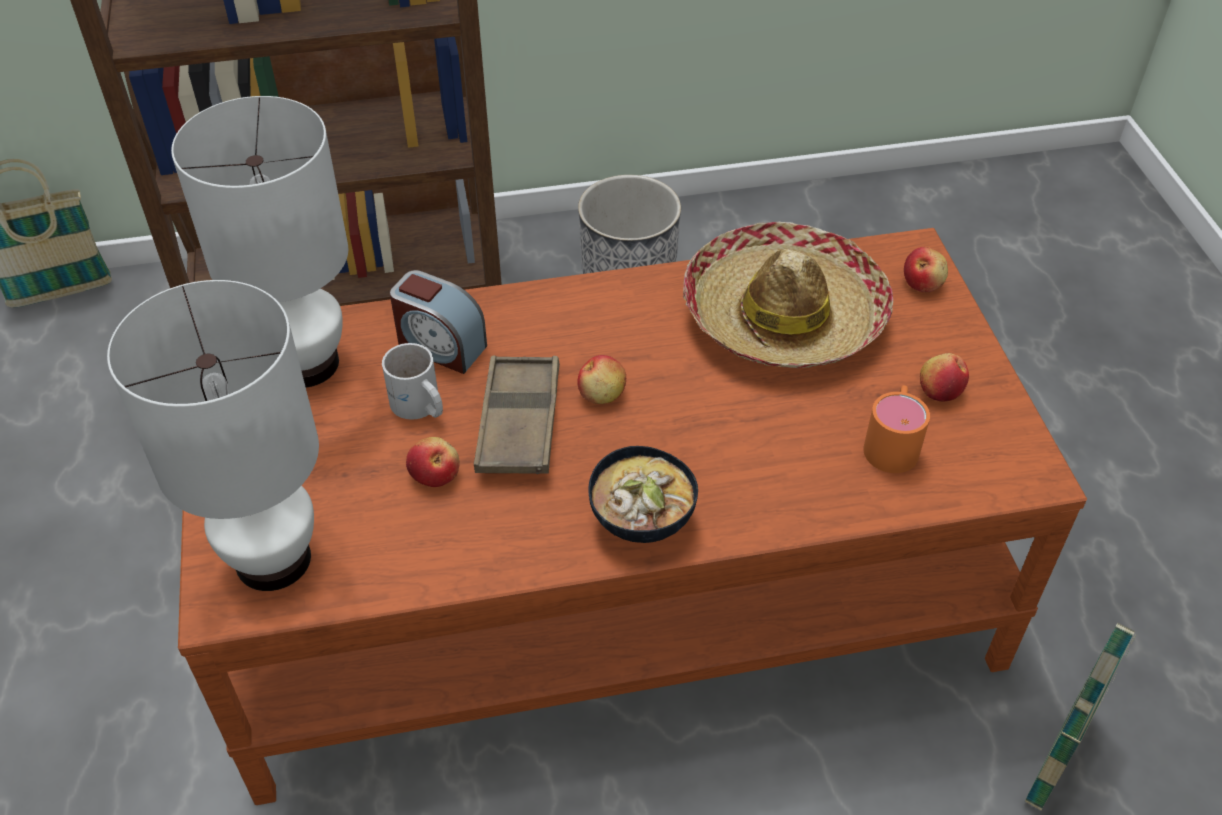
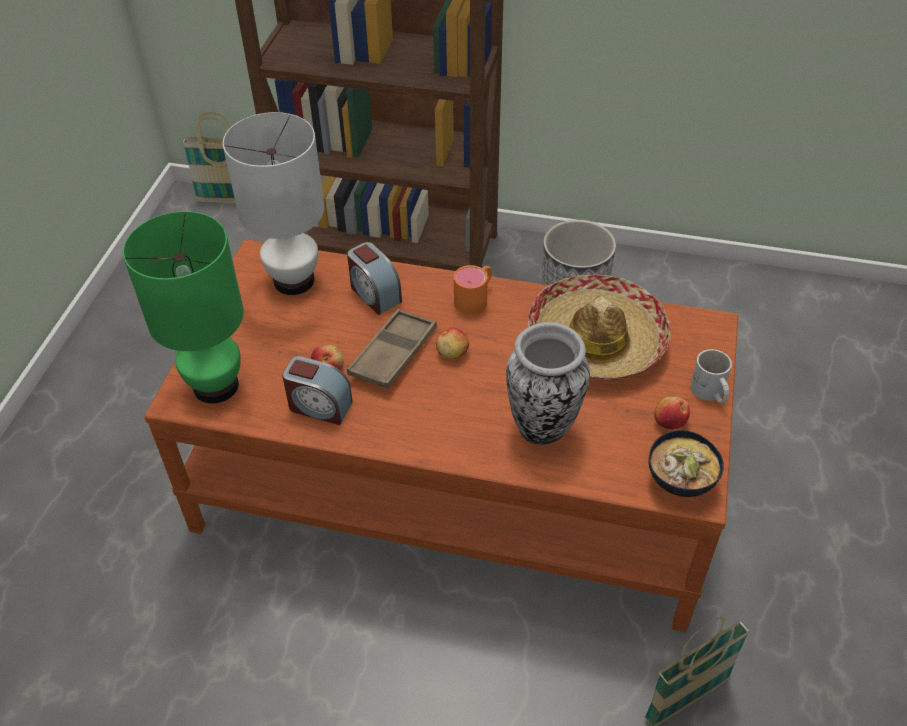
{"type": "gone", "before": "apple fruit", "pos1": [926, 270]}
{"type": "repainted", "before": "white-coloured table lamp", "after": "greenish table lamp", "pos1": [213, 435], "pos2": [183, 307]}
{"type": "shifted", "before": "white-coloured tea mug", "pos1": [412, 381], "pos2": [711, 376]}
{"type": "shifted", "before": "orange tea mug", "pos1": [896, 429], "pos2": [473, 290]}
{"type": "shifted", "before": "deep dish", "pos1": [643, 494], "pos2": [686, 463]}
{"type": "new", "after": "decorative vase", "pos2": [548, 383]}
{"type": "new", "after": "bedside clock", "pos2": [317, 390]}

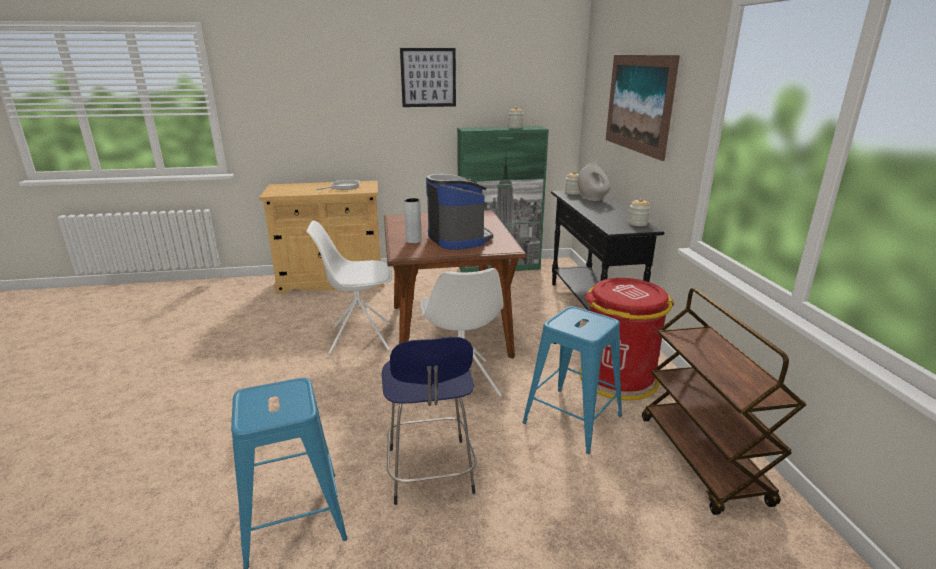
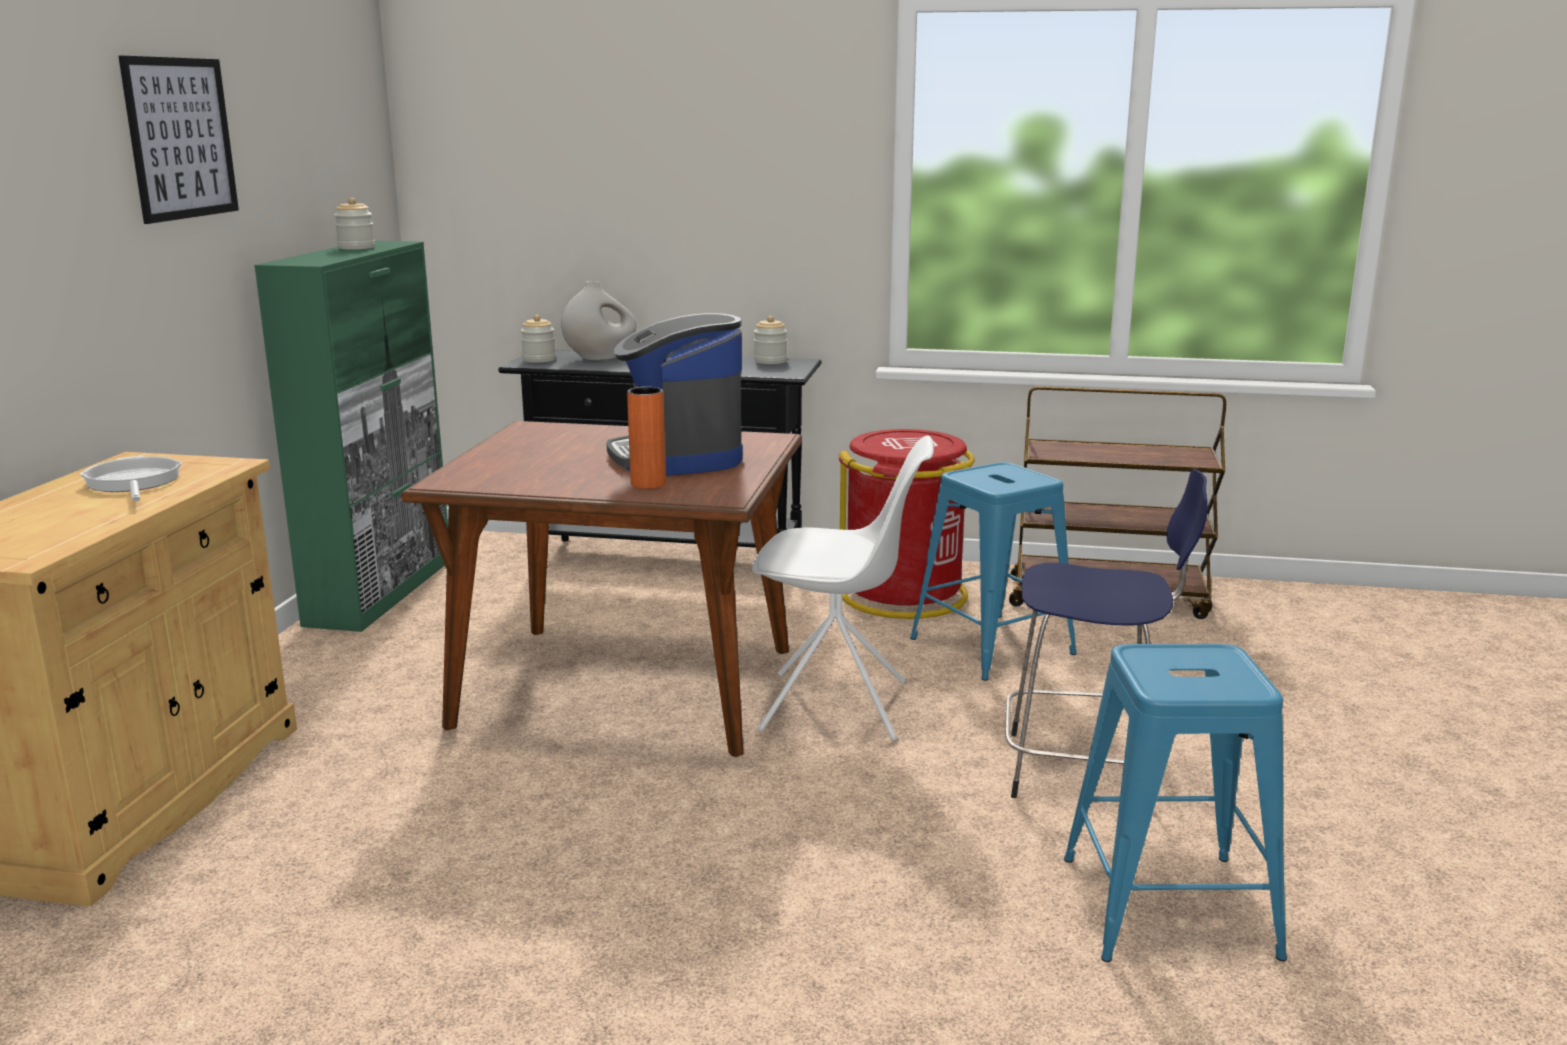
{"type": "gone", "before": "picture", "pos1": [643, 108]}
{"type": "rotated", "before": "coffee brewer", "pos1": [459, 212], "pos2": [675, 394], "turn": -105}
{"type": "repainted", "before": "gray decorative vase", "after": "orange decorative vase", "pos1": [413, 220], "pos2": [646, 438]}
{"type": "gone", "before": "white-coloured chair", "pos1": [349, 288]}

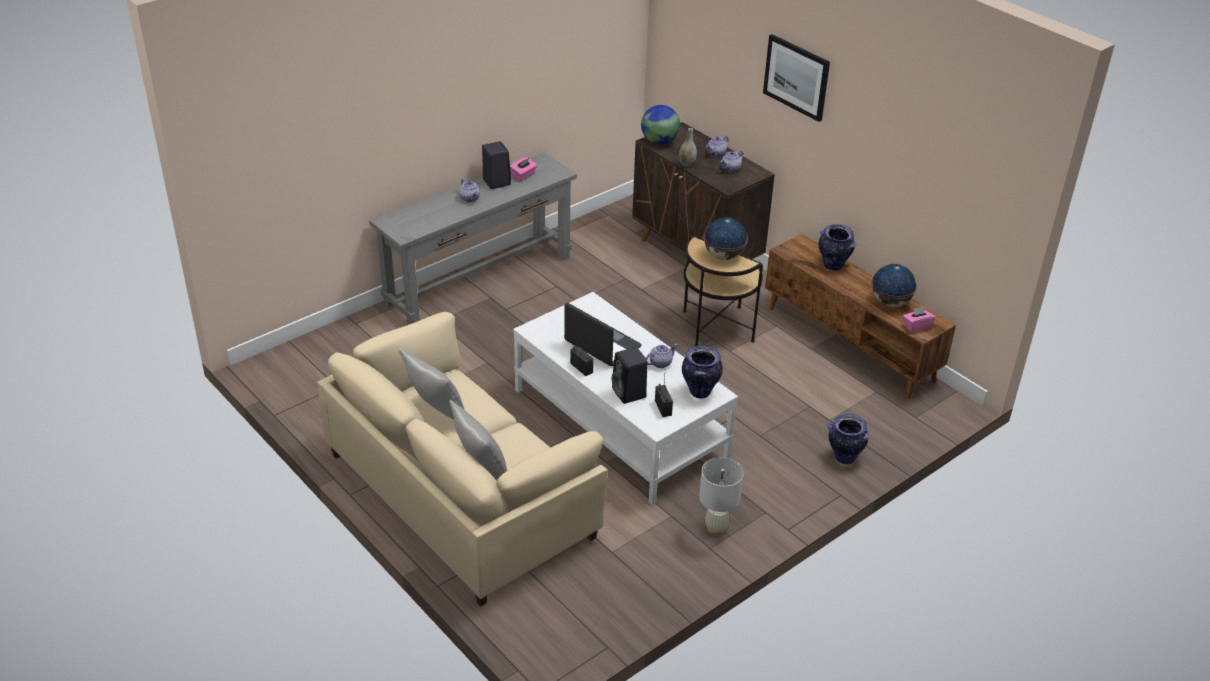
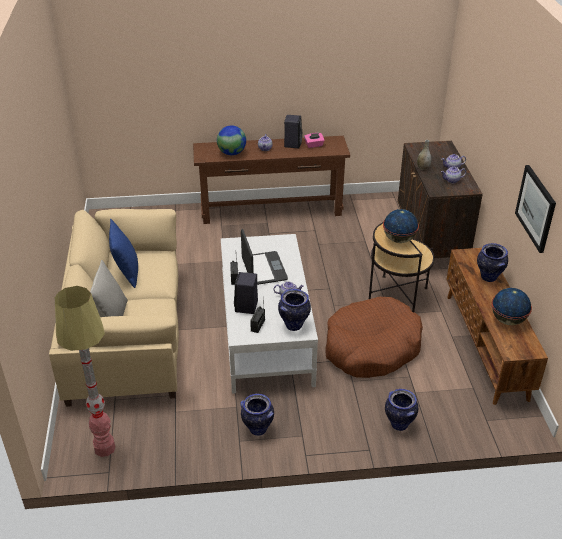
{"type": "shifted", "before": "picture", "pos1": [796, 78], "pos2": [535, 209]}
{"type": "shifted", "before": "desk globe", "pos1": [660, 124], "pos2": [231, 140]}
{"type": "repainted", "before": "gray console table", "after": "brown console table", "pos1": [473, 239], "pos2": [271, 180]}
{"type": "gone", "before": "pink tissue holder", "pos1": [919, 319]}
{"type": "repainted", "before": "gray pillow", "after": "blue pillow", "pos1": [431, 384], "pos2": [123, 253]}
{"type": "swapped", "before": "white-coloured table lamp", "after": "decorative vase", "pos1": [721, 496], "pos2": [257, 415]}
{"type": "new", "after": "floor lamp", "pos2": [85, 371]}
{"type": "new", "after": "brown dog cushion", "pos2": [374, 337]}

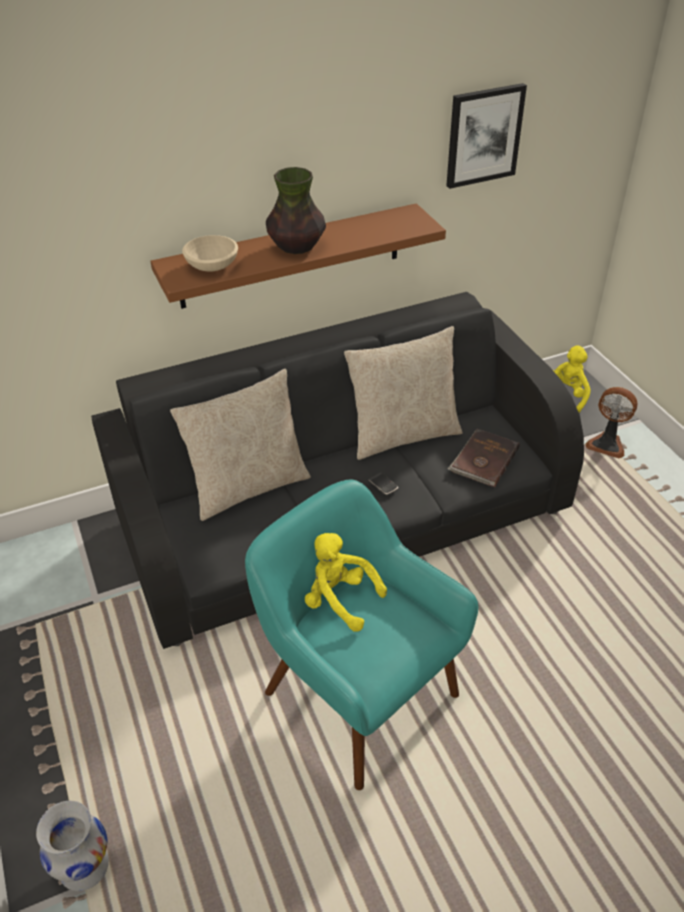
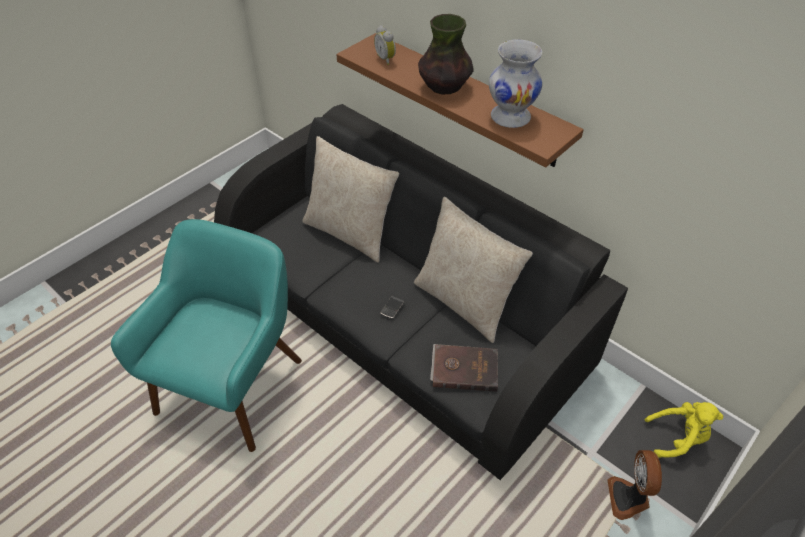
{"type": "gone", "before": "picture", "pos1": [486, 136]}
{"type": "swapped", "before": "beige-coloured deep dish", "after": "bedside clock", "pos1": [210, 253], "pos2": [385, 45]}
{"type": "gone", "before": "yellow-coloured soft toy", "pos1": [346, 582]}
{"type": "shifted", "before": "white-coloured decorative vase", "pos1": [72, 846], "pos2": [516, 83]}

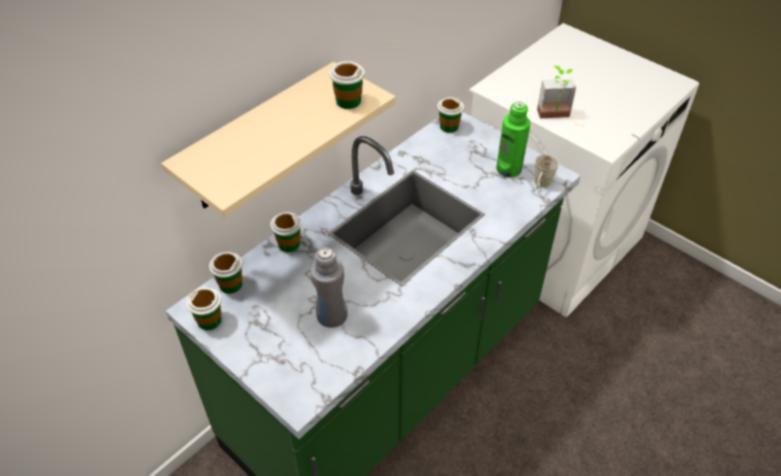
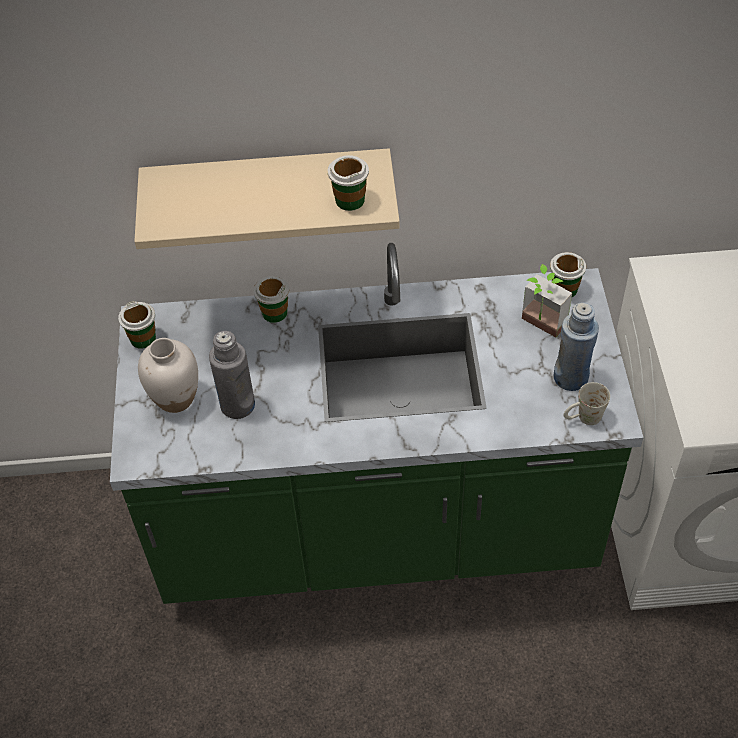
{"type": "shifted", "before": "houseplant", "pos1": [556, 92], "pos2": [547, 300]}
{"type": "repainted", "before": "greenish beverage bottle", "after": "blue beverage bottle", "pos1": [513, 139], "pos2": [576, 346]}
{"type": "gone", "before": "drinking cup", "pos1": [225, 273]}
{"type": "new", "after": "white-coloured decorative vase", "pos2": [168, 375]}

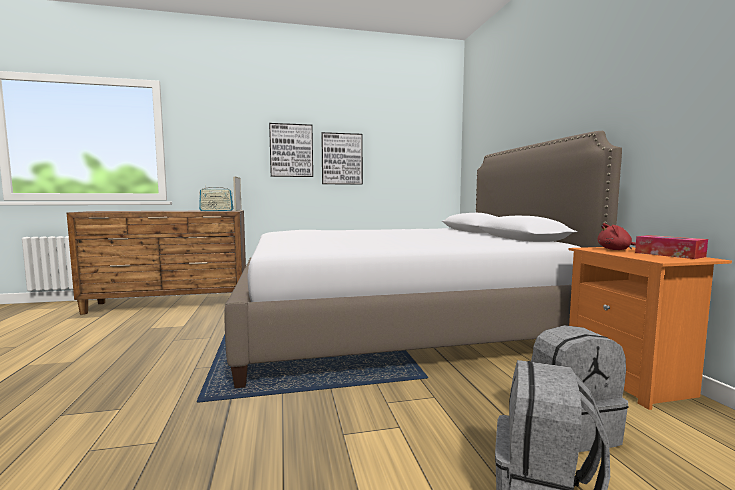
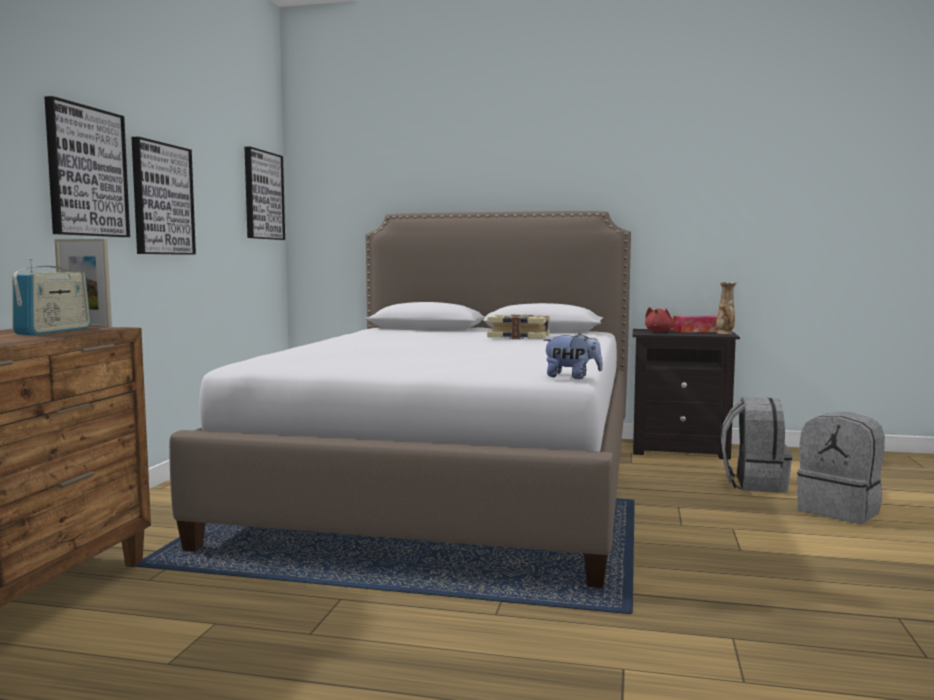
{"type": "repainted", "before": "orange night table", "after": "blackish night table", "pos1": [650, 328], "pos2": [686, 394]}
{"type": "new", "after": "picture", "pos2": [265, 193]}
{"type": "new", "after": "decorative vase", "pos2": [726, 308]}
{"type": "new", "after": "book", "pos2": [518, 326]}
{"type": "new", "after": "soft toy", "pos2": [573, 356]}

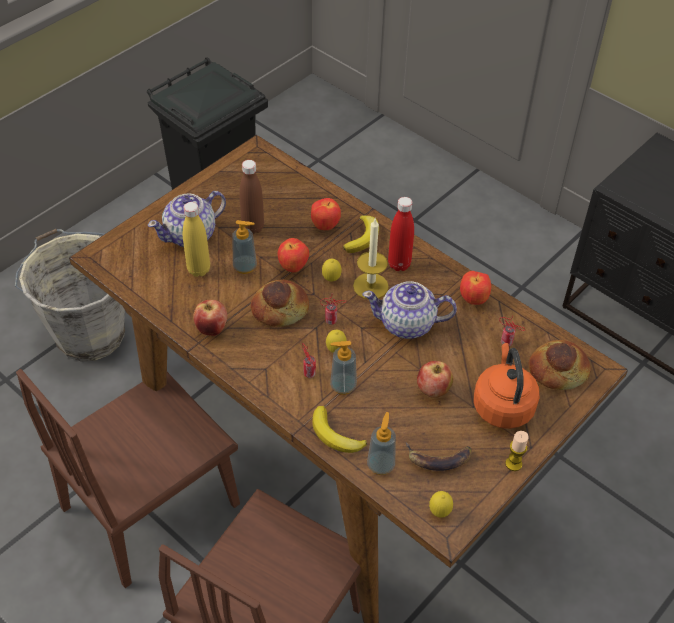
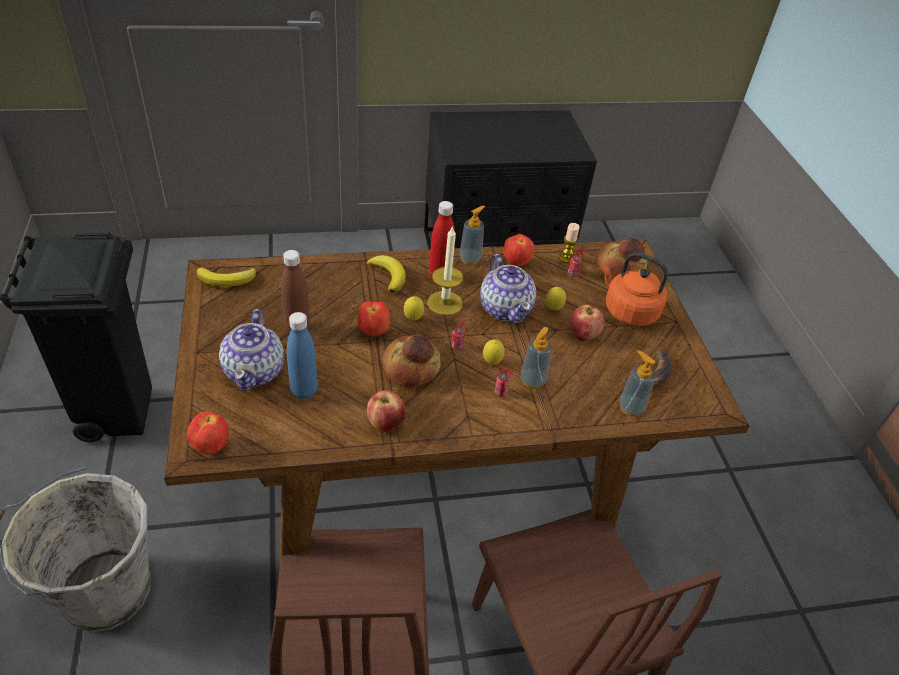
{"type": "shifted", "before": "apple fruit", "pos1": [326, 214], "pos2": [208, 433]}
{"type": "repainted", "before": "yellow-coloured beverage bottle", "after": "blue beverage bottle", "pos1": [196, 239], "pos2": [302, 355]}
{"type": "shifted", "before": "soap dispenser", "pos1": [244, 247], "pos2": [472, 235]}
{"type": "rotated", "before": "pot for tea", "pos1": [409, 310], "pos2": [508, 289], "turn": -60}
{"type": "shifted", "before": "whole banana", "pos1": [339, 429], "pos2": [226, 277]}
{"type": "shifted", "before": "wax light", "pos1": [517, 451], "pos2": [570, 243]}
{"type": "shifted", "before": "whole lemon", "pos1": [441, 504], "pos2": [556, 298]}

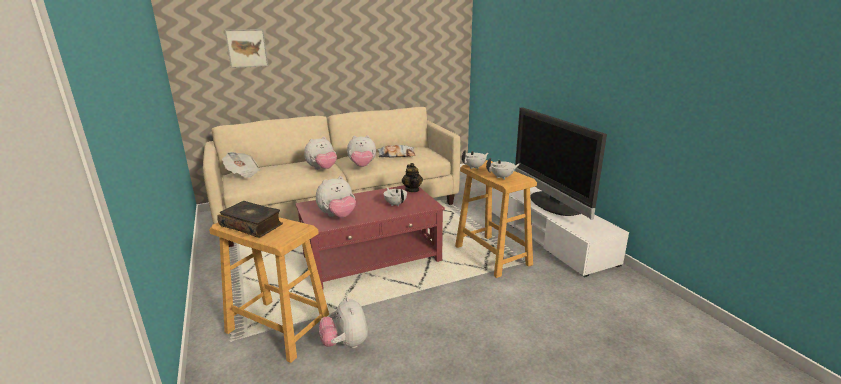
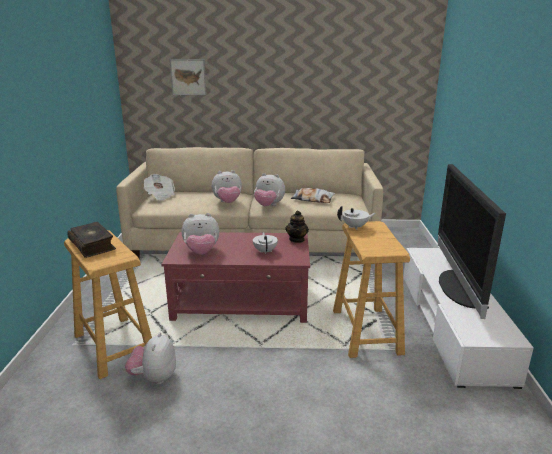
{"type": "gone", "before": "white-coloured pot for tea", "pos1": [503, 169]}

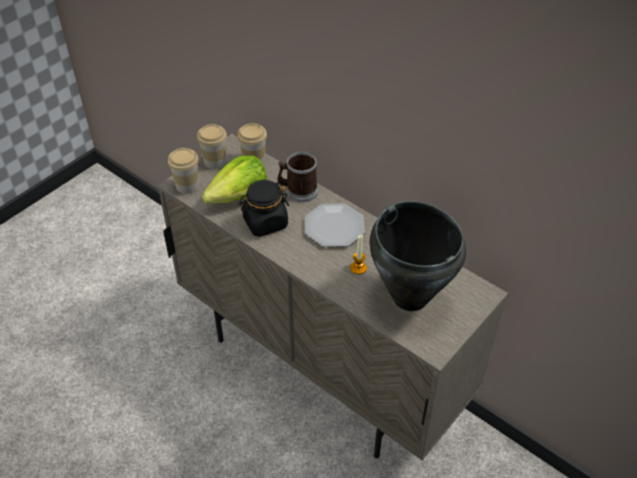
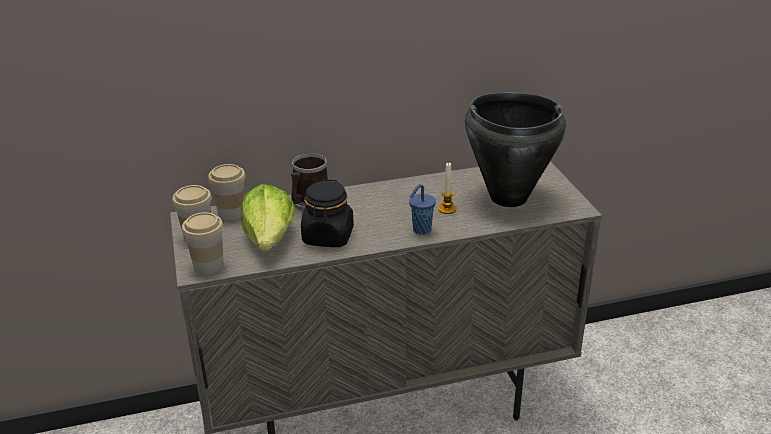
{"type": "gone", "before": "flat dish", "pos1": [335, 225]}
{"type": "new", "after": "blue drinking cup", "pos2": [422, 209]}

